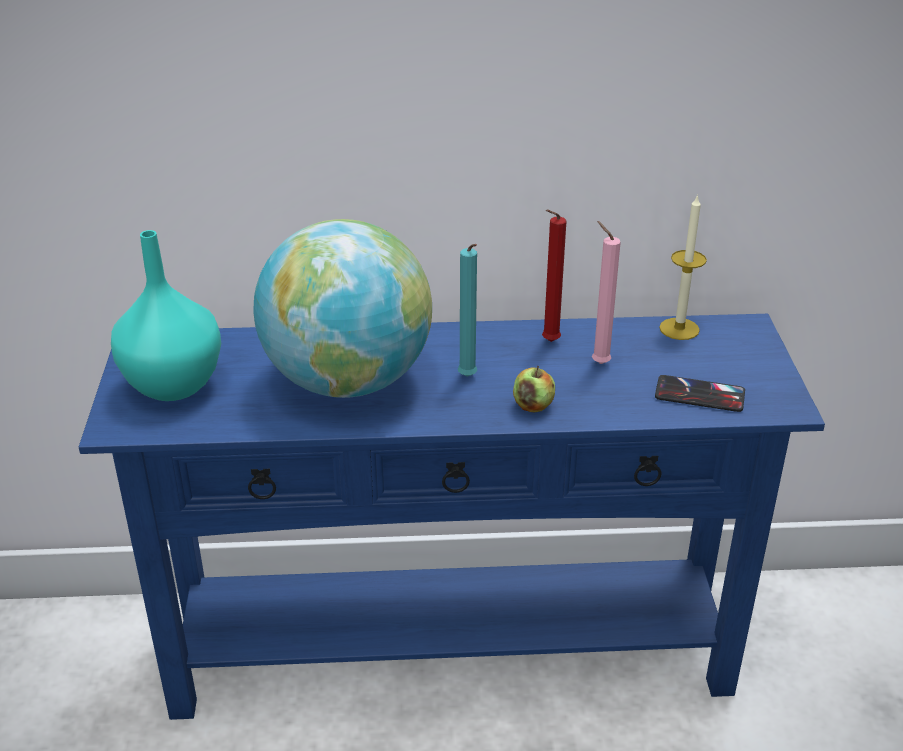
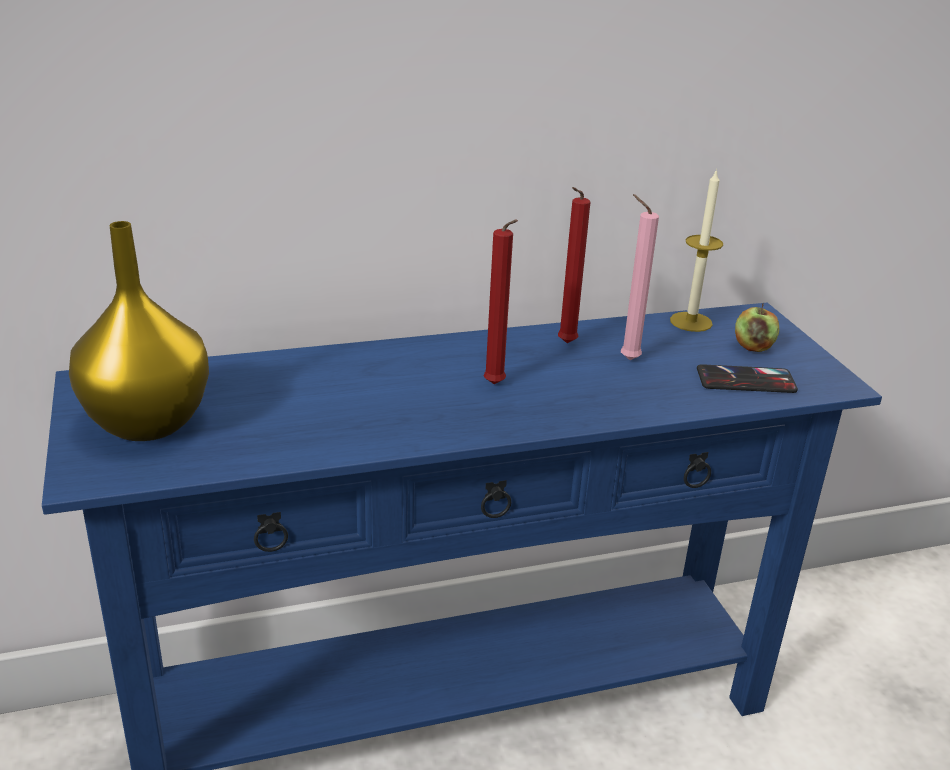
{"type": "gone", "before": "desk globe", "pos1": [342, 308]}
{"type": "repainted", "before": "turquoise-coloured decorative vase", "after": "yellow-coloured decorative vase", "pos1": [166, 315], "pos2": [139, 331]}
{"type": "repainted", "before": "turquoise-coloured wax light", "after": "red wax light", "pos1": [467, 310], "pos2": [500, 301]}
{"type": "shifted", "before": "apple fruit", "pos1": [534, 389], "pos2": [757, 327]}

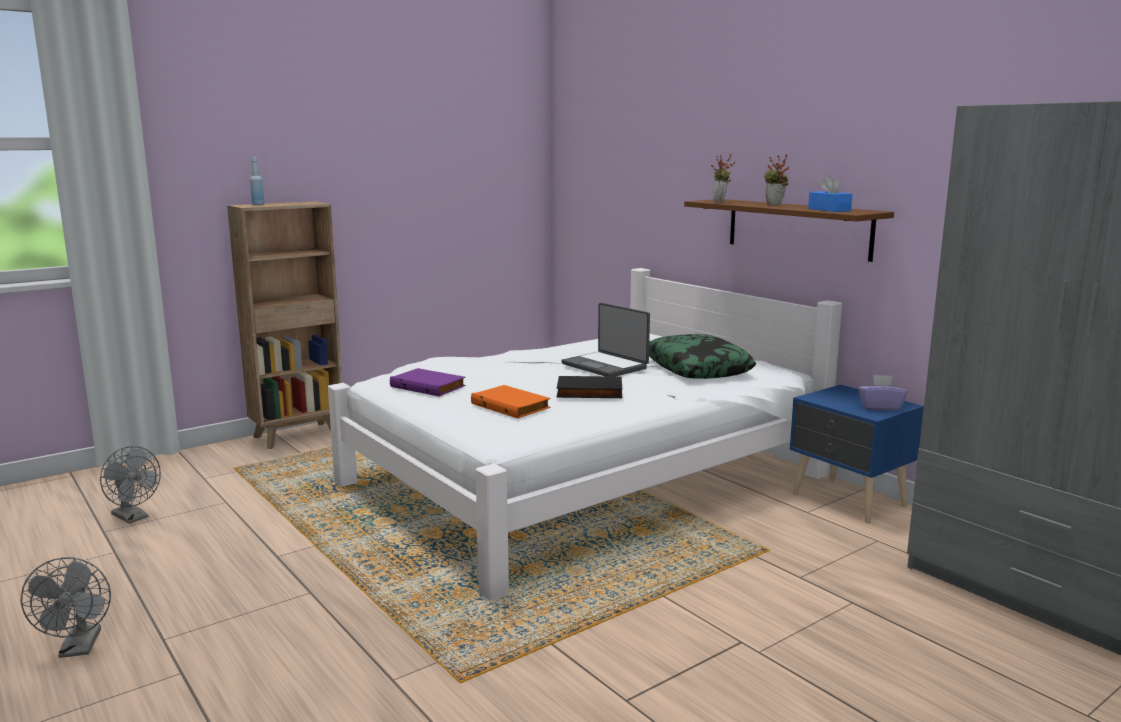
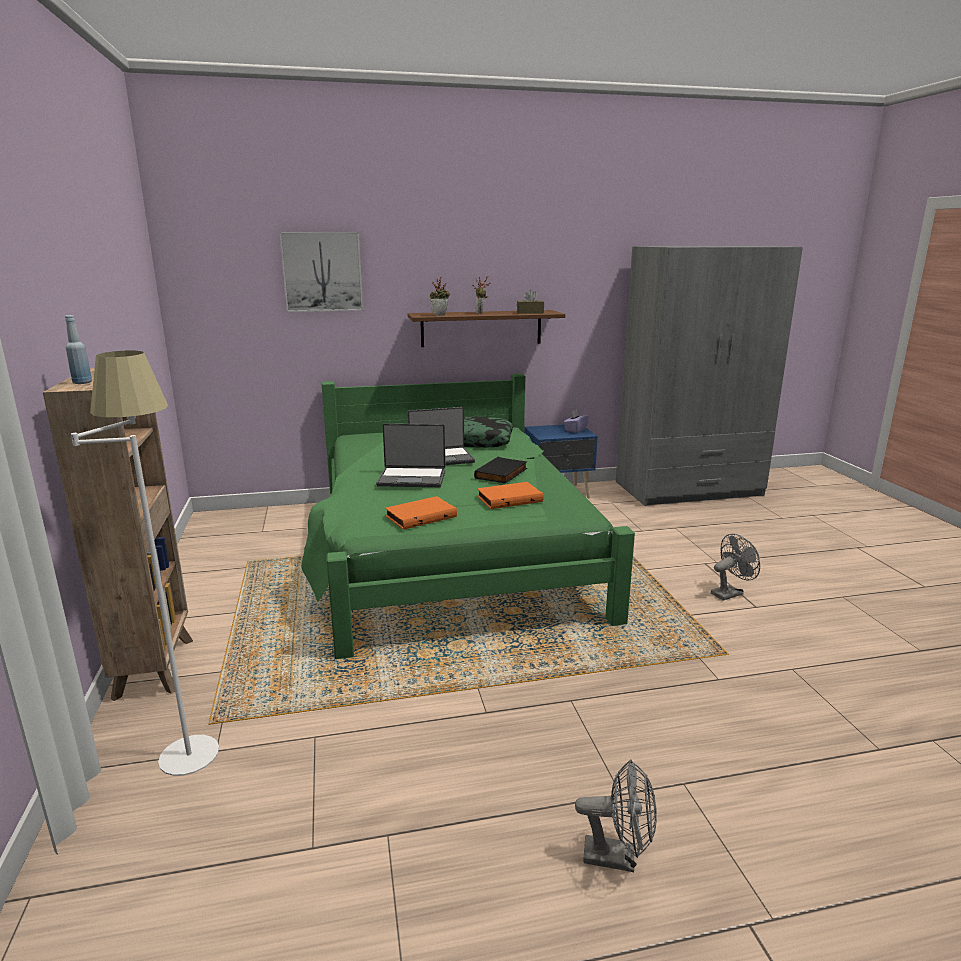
{"type": "repainted", "before": "blue tissue holder", "after": "brown tissue holder", "pos1": [830, 194], "pos2": [530, 301]}
{"type": "repainted", "before": "white-coloured bed", "after": "greenish bed", "pos1": [585, 434], "pos2": [468, 516]}
{"type": "repainted", "before": "purplish book", "after": "orange book", "pos1": [428, 382], "pos2": [421, 513]}
{"type": "shifted", "before": "gray fan", "pos1": [130, 485], "pos2": [735, 567]}
{"type": "new", "after": "picture", "pos2": [321, 272]}
{"type": "new", "after": "white-coloured floor lamp", "pos2": [145, 563]}
{"type": "new", "after": "notebook computer", "pos2": [411, 455]}

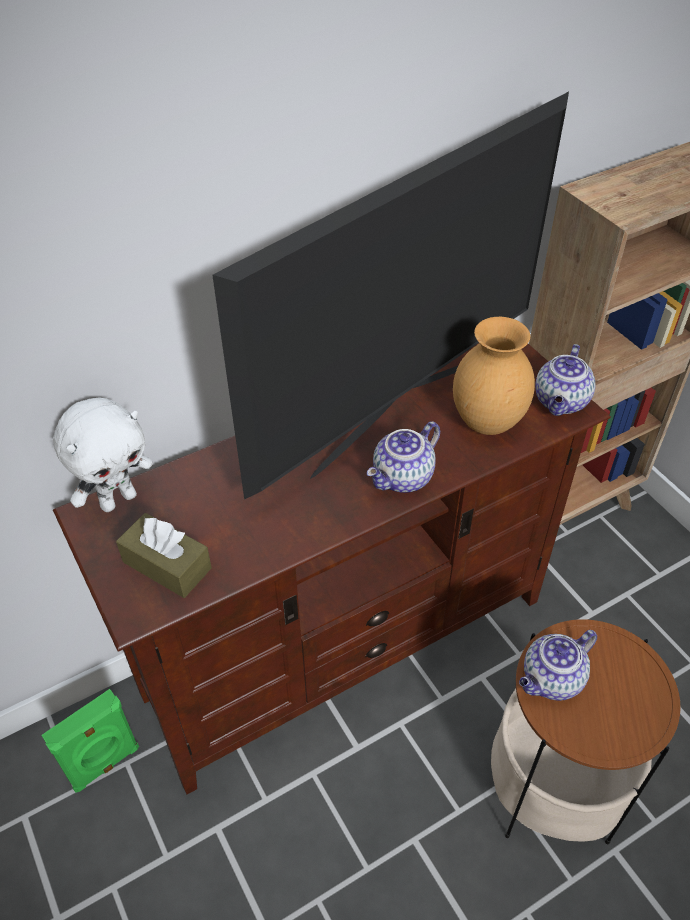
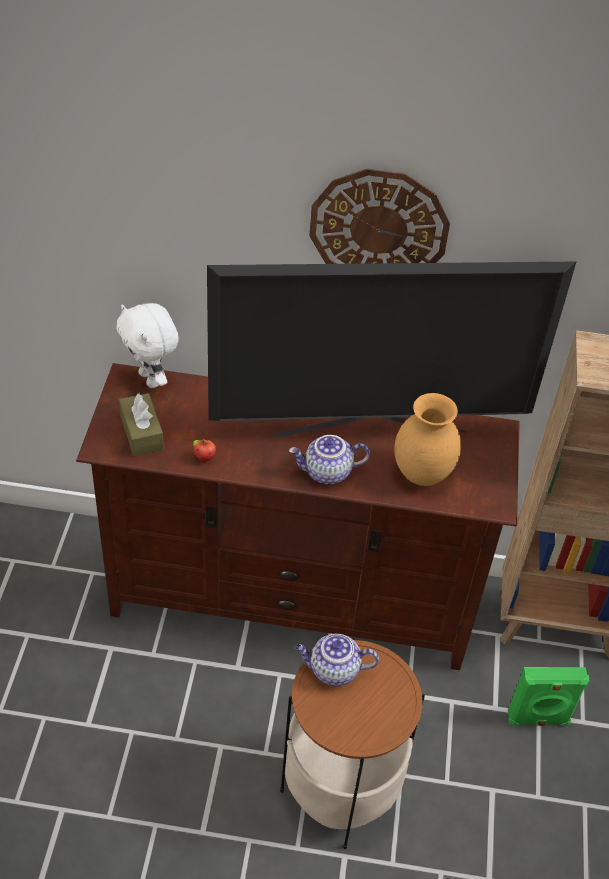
{"type": "gone", "before": "pot for tea", "pos1": [566, 380]}
{"type": "rotated", "before": "white-coloured soft toy", "pos1": [103, 454], "pos2": [147, 345], "turn": 60}
{"type": "shifted", "before": "greenish speaker", "pos1": [90, 741], "pos2": [548, 696]}
{"type": "new", "after": "clock on the wall", "pos2": [379, 216]}
{"type": "new", "after": "apple fruit", "pos2": [204, 450]}

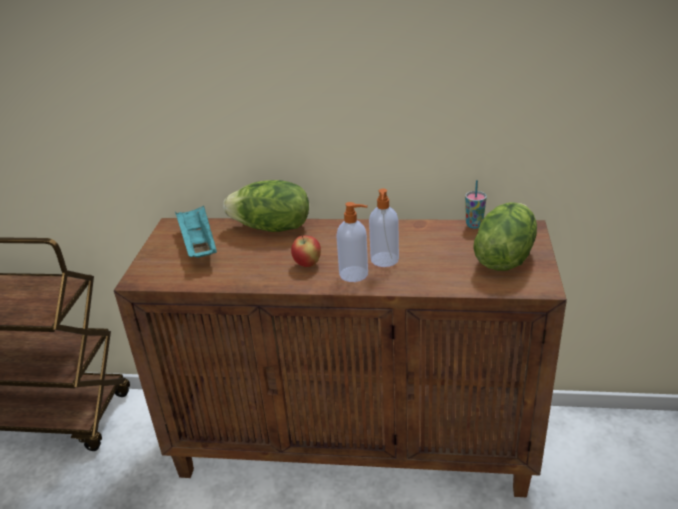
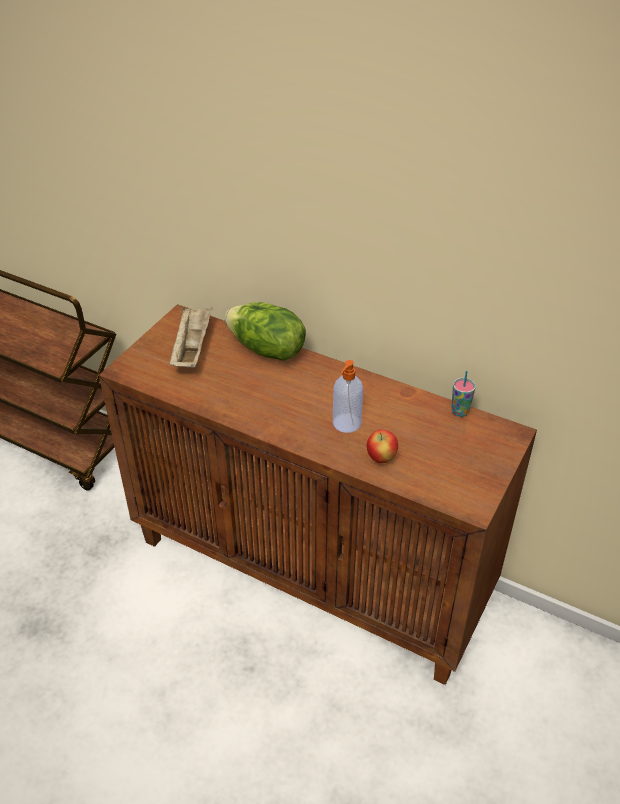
{"type": "gone", "before": "soap dispenser", "pos1": [352, 242]}
{"type": "gone", "before": "lettuce head", "pos1": [505, 236]}
{"type": "repainted", "before": "turquoise-coloured carrying tray", "after": "beige-coloured carrying tray", "pos1": [196, 231], "pos2": [191, 338]}
{"type": "shifted", "before": "apple fruit", "pos1": [306, 251], "pos2": [382, 446]}

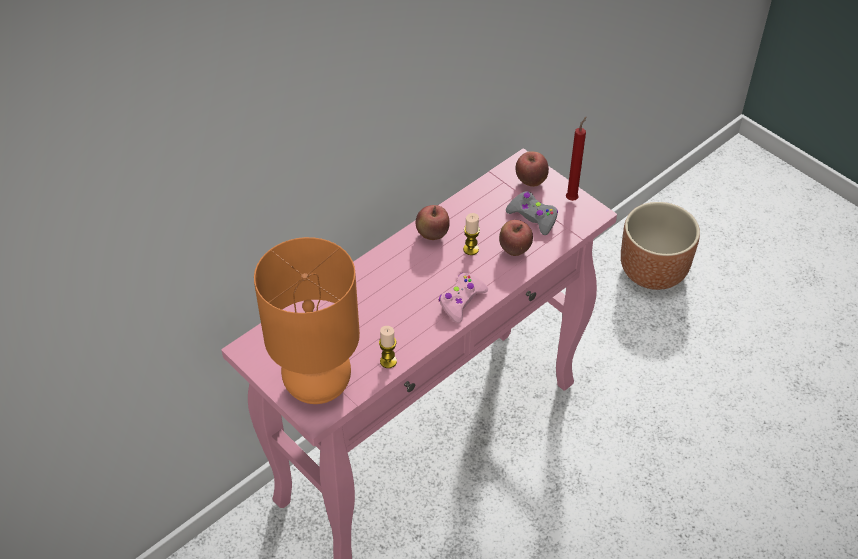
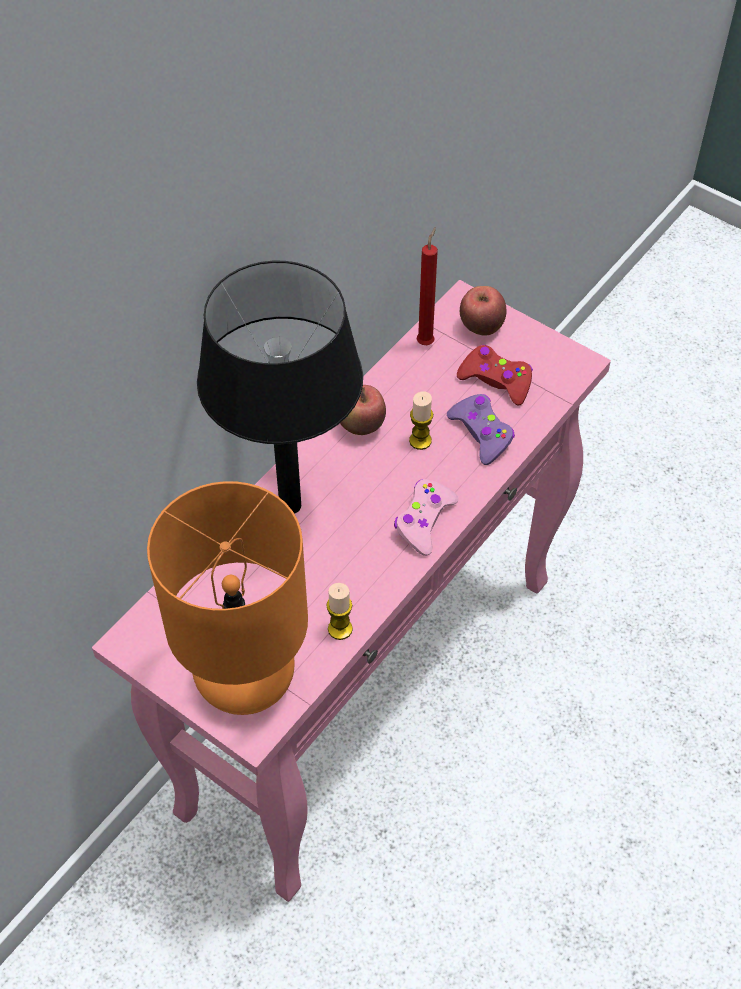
{"type": "shifted", "before": "red wax light", "pos1": [576, 159], "pos2": [427, 286]}
{"type": "repainted", "before": "gray game controller", "after": "red game controller", "pos1": [532, 213], "pos2": [495, 375]}
{"type": "gone", "before": "brown plant pot", "pos1": [660, 246]}
{"type": "swapped", "before": "apple fruit", "after": "purplish game controller", "pos1": [516, 238], "pos2": [481, 429]}
{"type": "new", "after": "blackish table lamp", "pos2": [280, 387]}

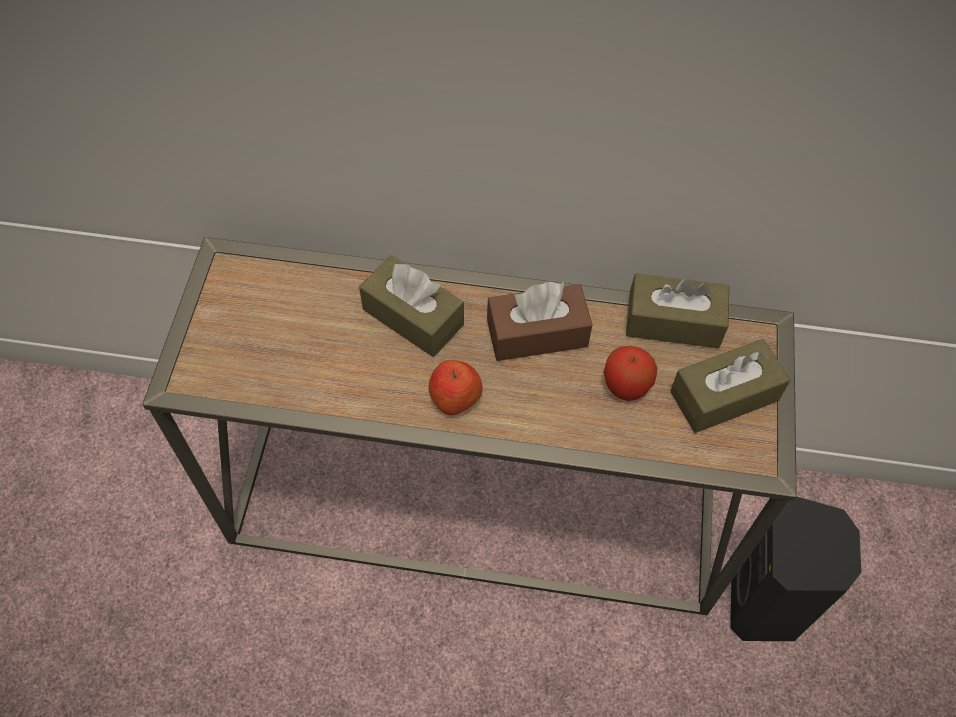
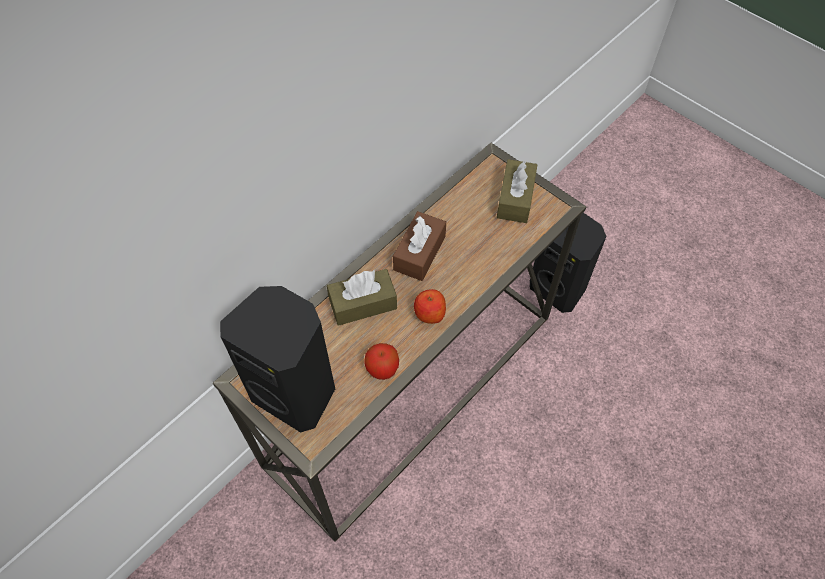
{"type": "gone", "before": "brown tissue holder", "pos1": [678, 310]}
{"type": "shifted", "before": "apple fruit", "pos1": [630, 373], "pos2": [381, 361]}
{"type": "new", "after": "blackish speaker", "pos2": [277, 359]}

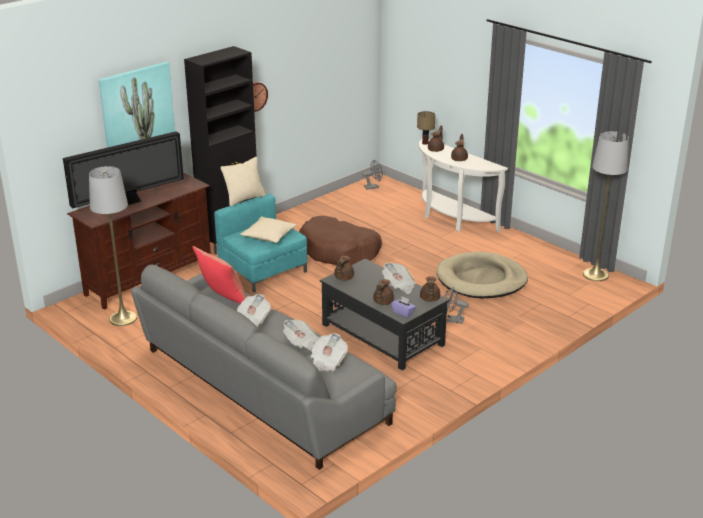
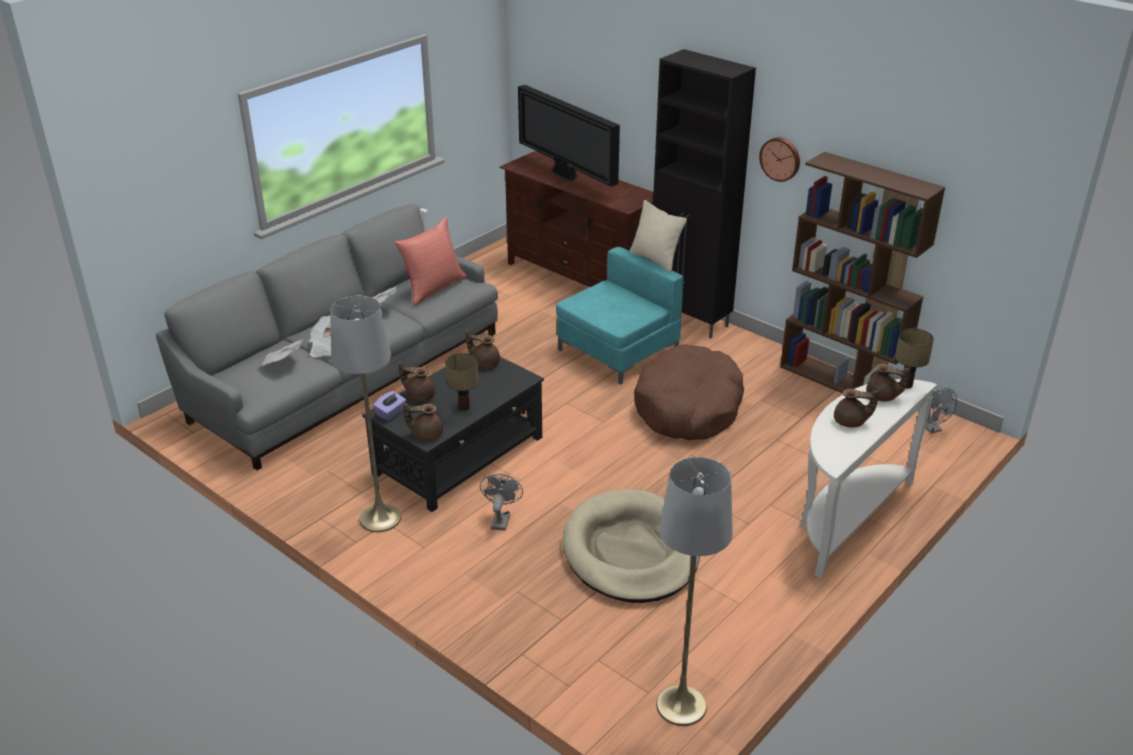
{"type": "gone", "before": "picture", "pos1": [136, 105]}
{"type": "shifted", "before": "gray floor lamp", "pos1": [113, 246], "pos2": [365, 414]}
{"type": "gone", "before": "beige-coloured pillow", "pos1": [268, 229]}
{"type": "swapped", "before": "daily paper", "after": "table lamp", "pos1": [399, 278], "pos2": [462, 382]}
{"type": "new", "after": "brown shelving unit", "pos2": [862, 272]}

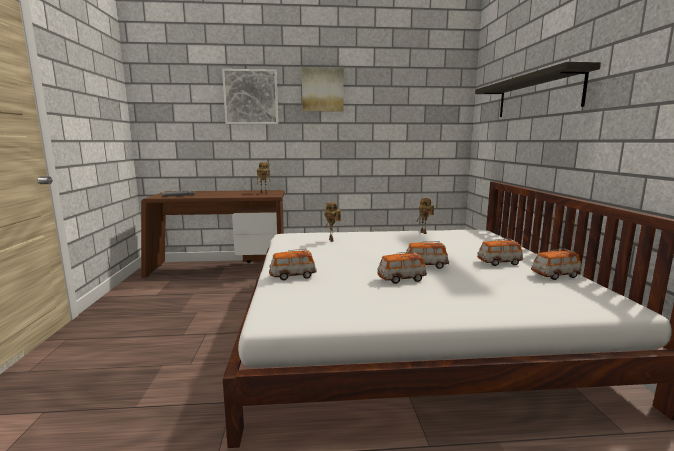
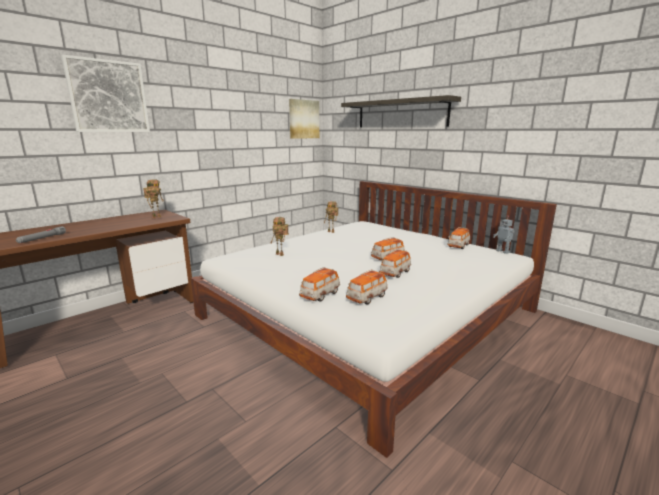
{"type": "shifted", "before": "picture", "pos1": [323, 89], "pos2": [304, 119]}
{"type": "shifted", "before": "toy car", "pos1": [500, 252], "pos2": [366, 286]}
{"type": "new", "after": "toy robot", "pos2": [503, 235]}

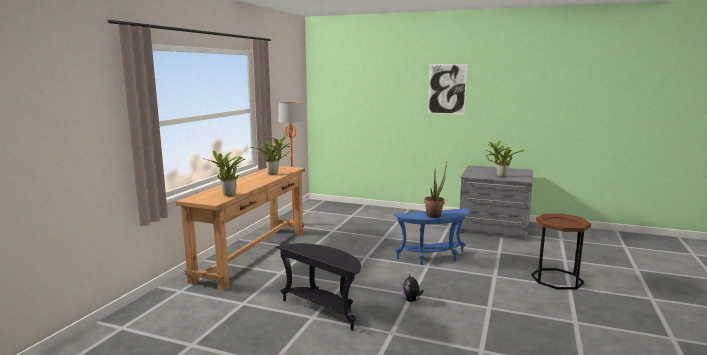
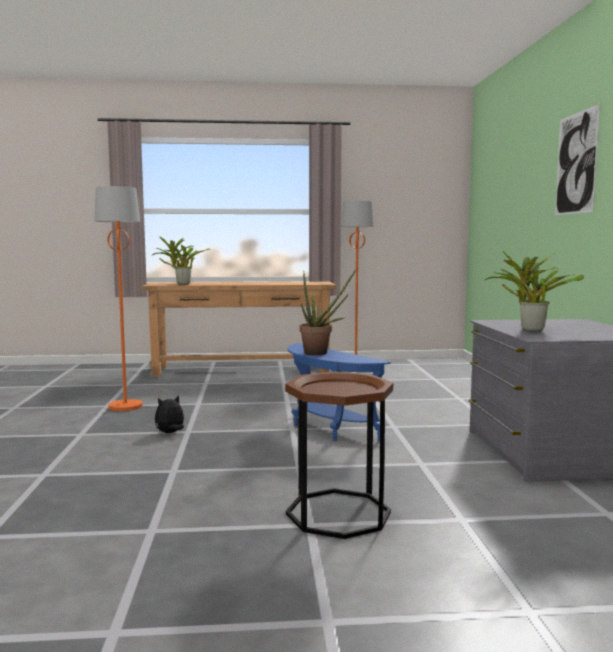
{"type": "gone", "before": "houseplant", "pos1": [270, 154]}
{"type": "swapped", "before": "blackish end table", "after": "orange floor lamp", "pos1": [318, 287], "pos2": [119, 298]}

